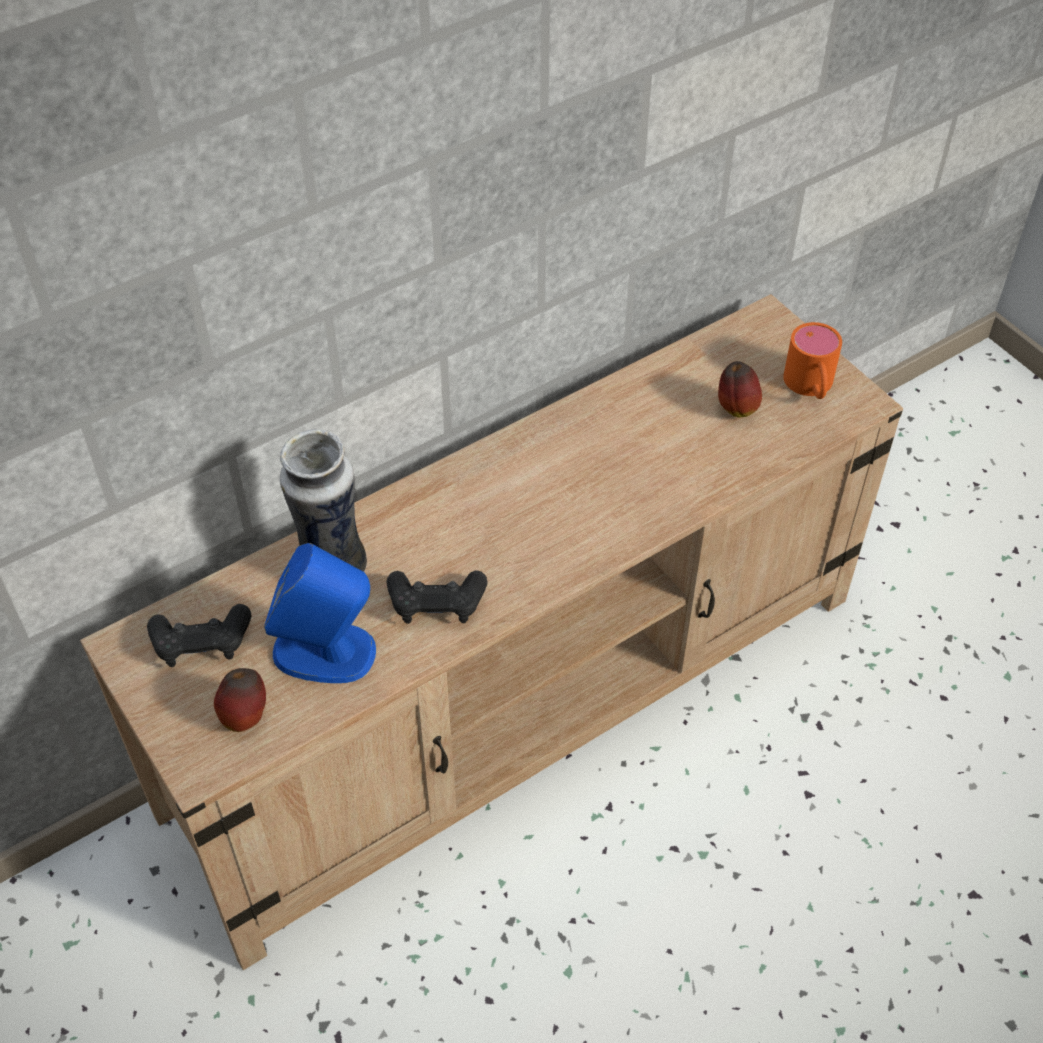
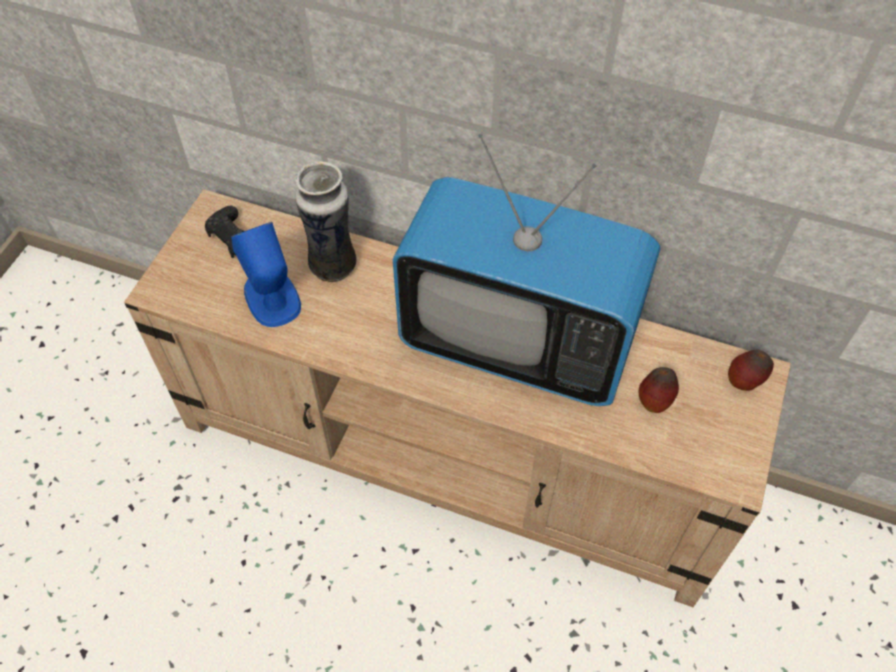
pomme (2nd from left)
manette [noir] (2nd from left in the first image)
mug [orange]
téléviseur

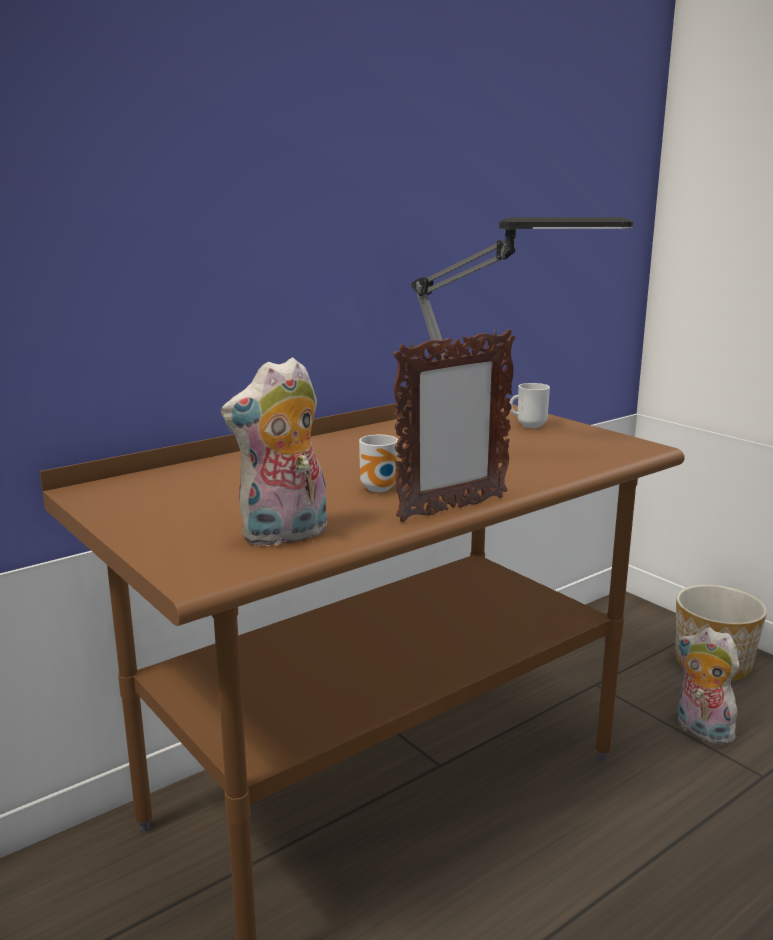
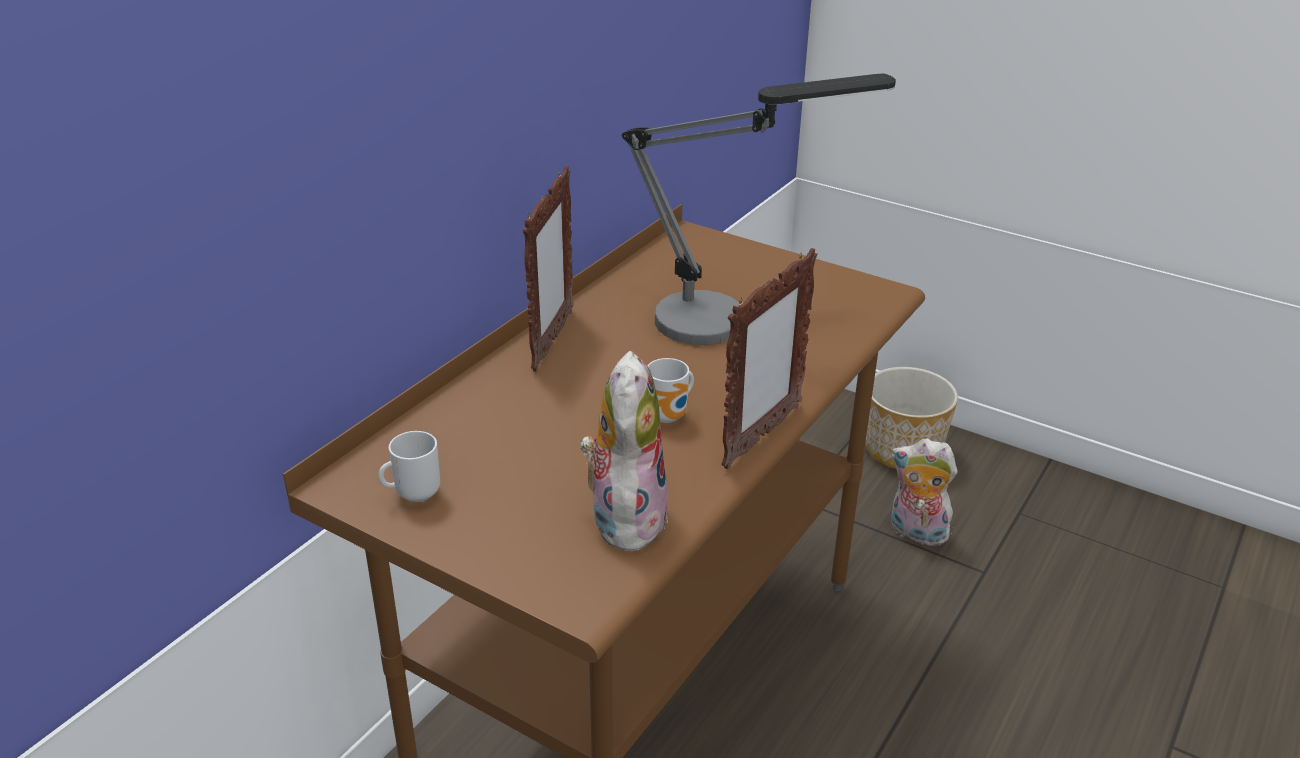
peluche (1st from left)
mug (1st from left)
cadre photo (1st from left)

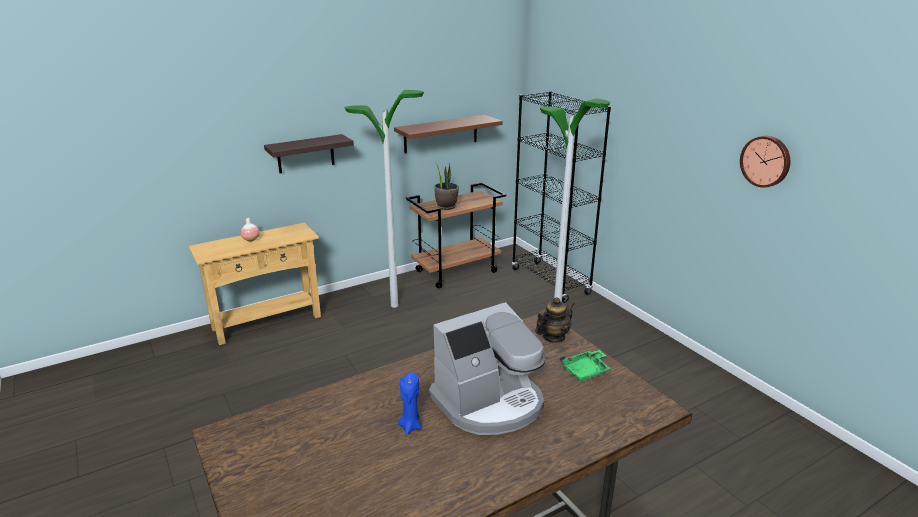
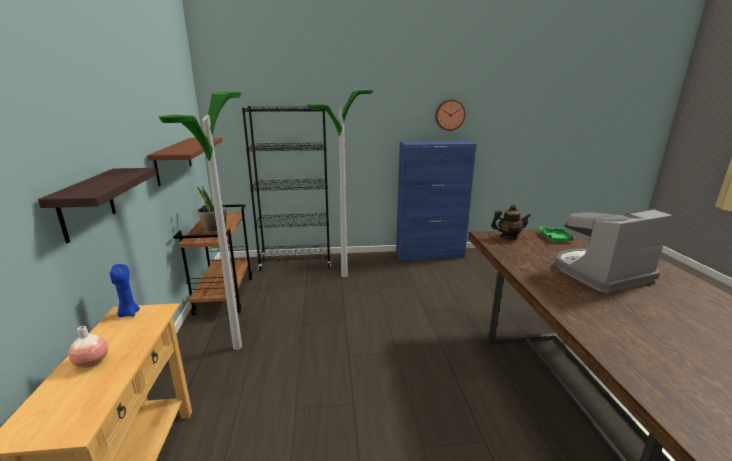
bougie [bleu]
machine à café
théière
meuble de rangement [bleu]

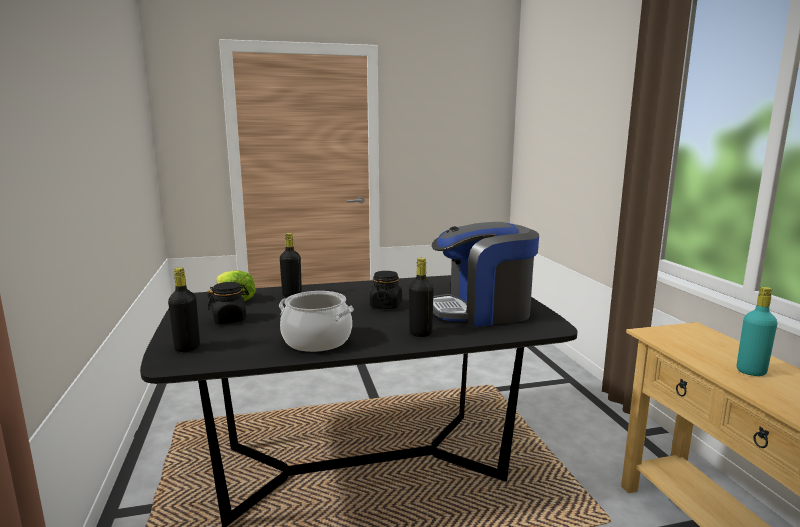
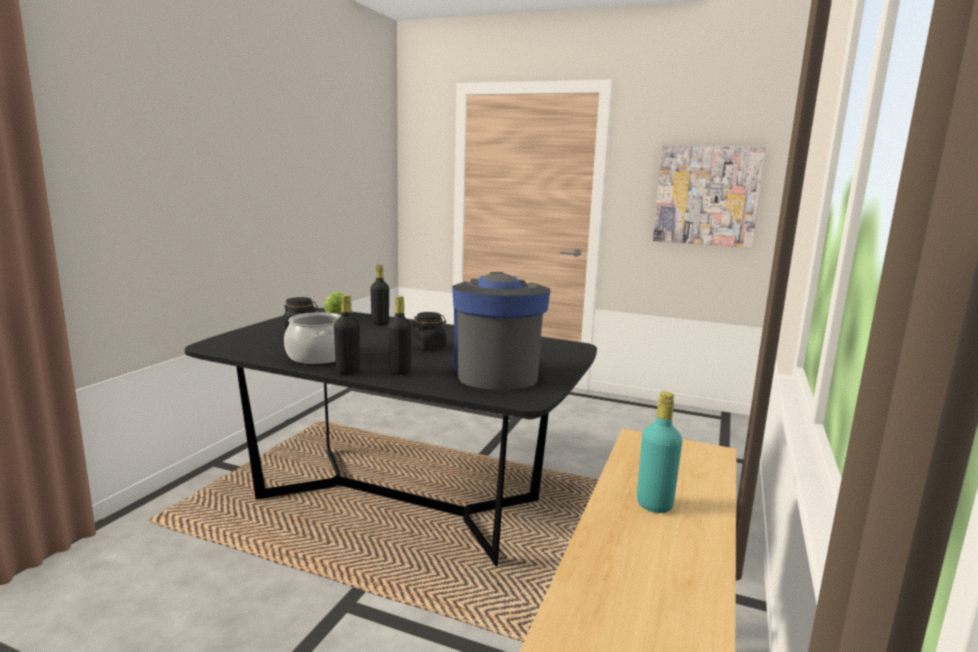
bouteille [noir] (1st from left)
machine à café
tableau

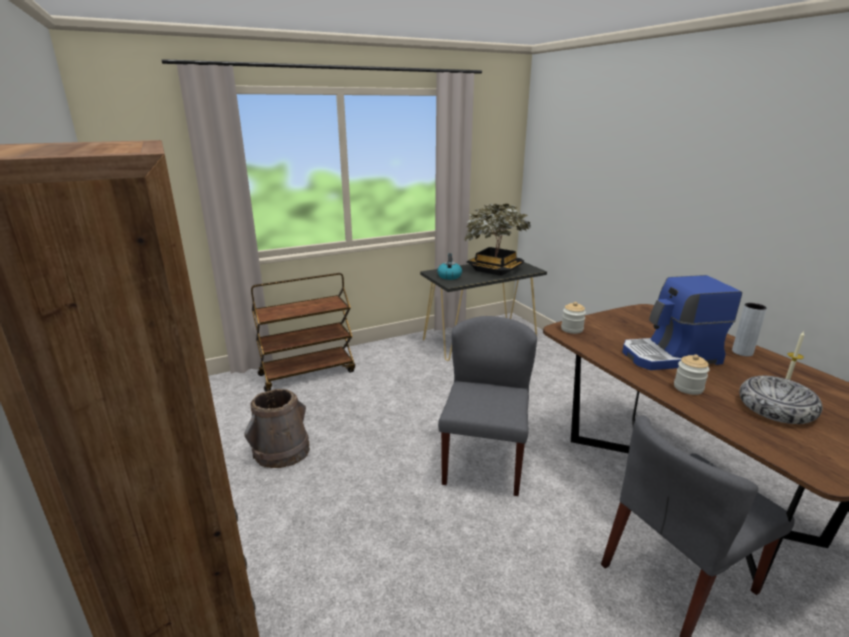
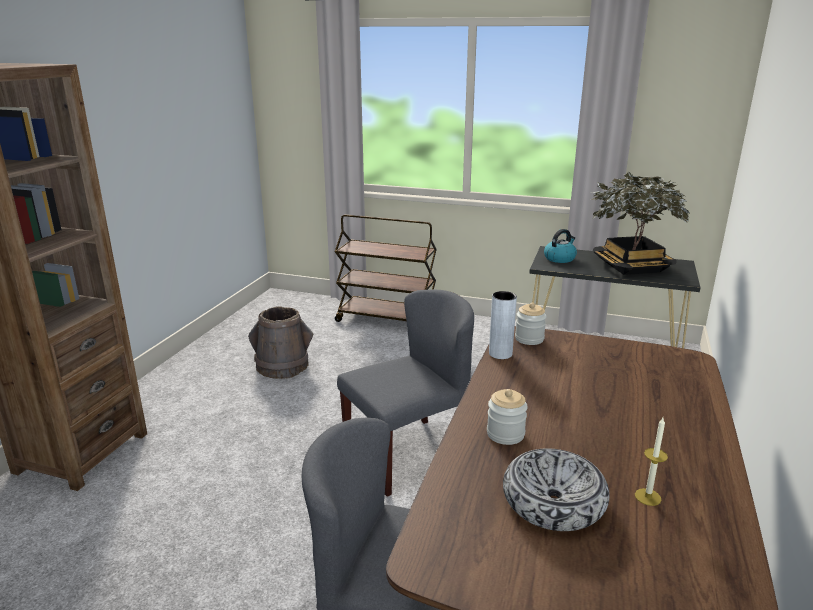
machine à café
vase [gris]

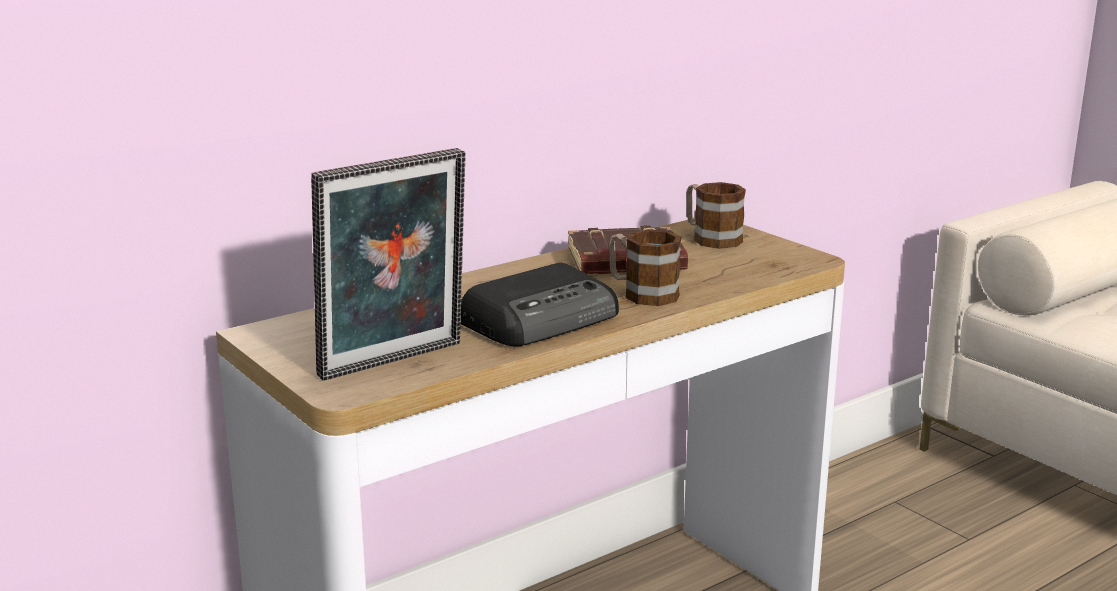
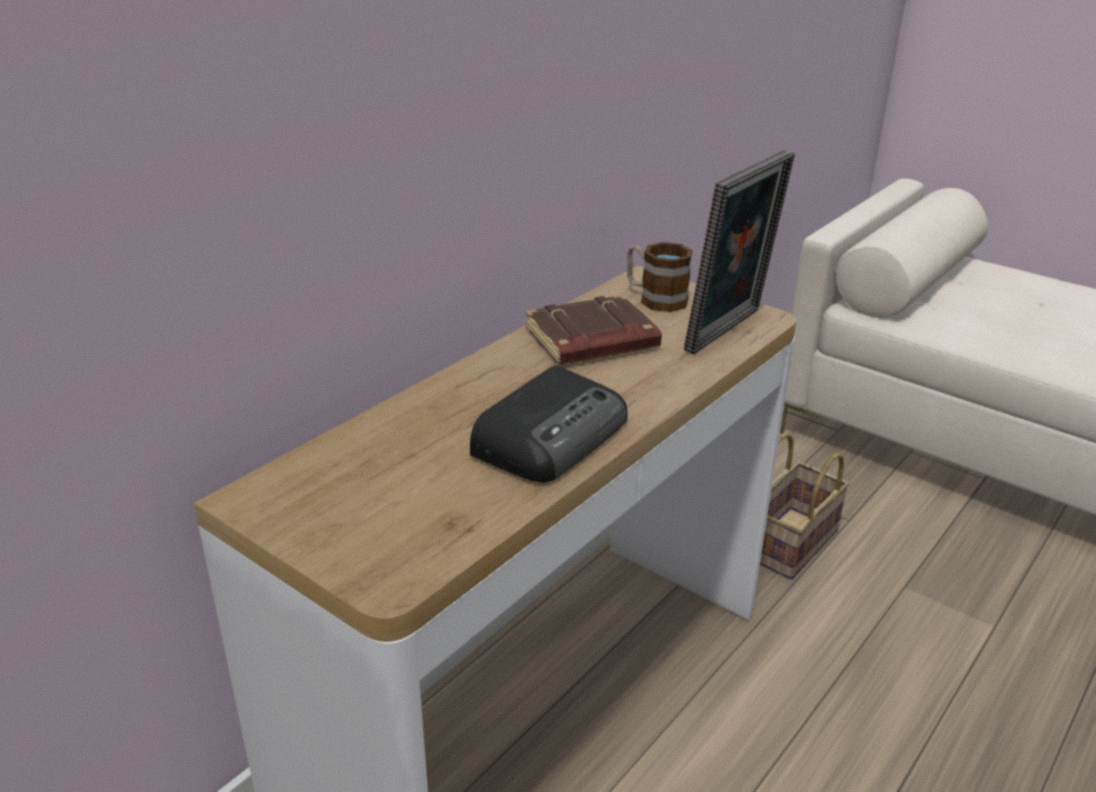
cadre photo
mug (1st from left in the first image)
panier

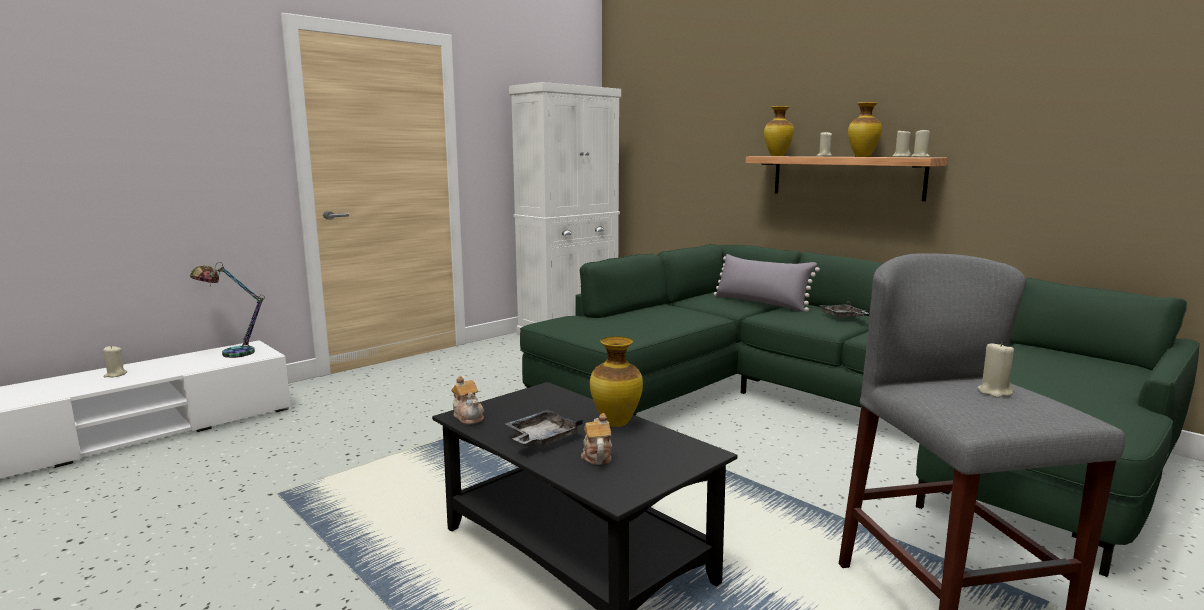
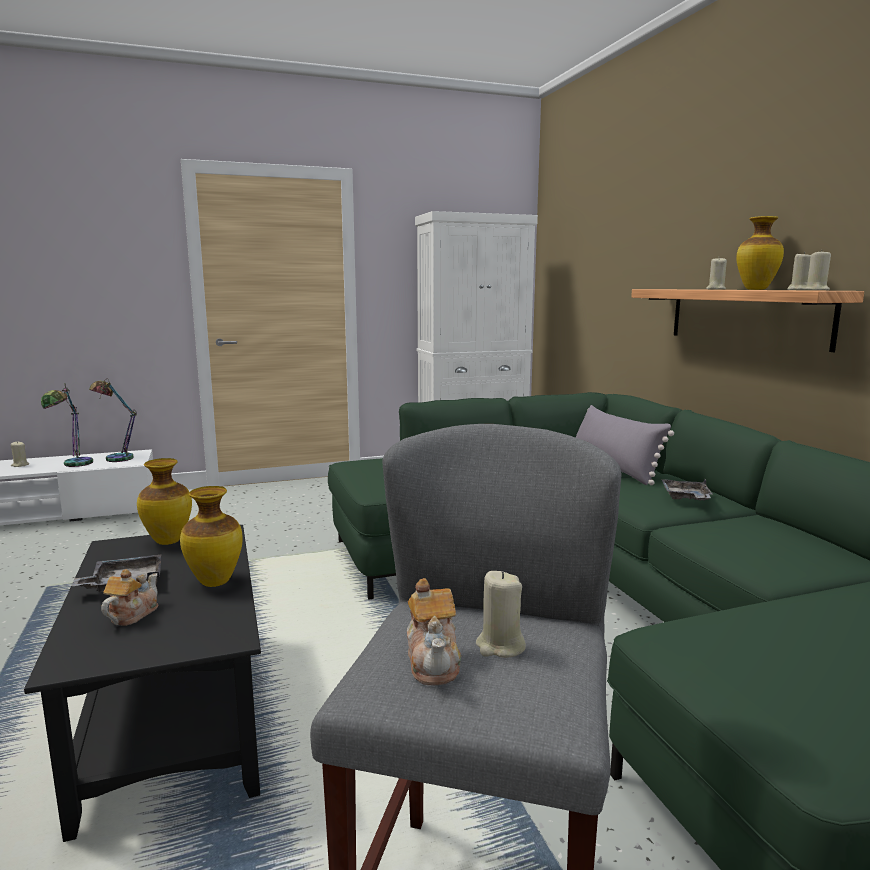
théière (2nd from left)
vase (1st from left)
lampe de table (1st from left)

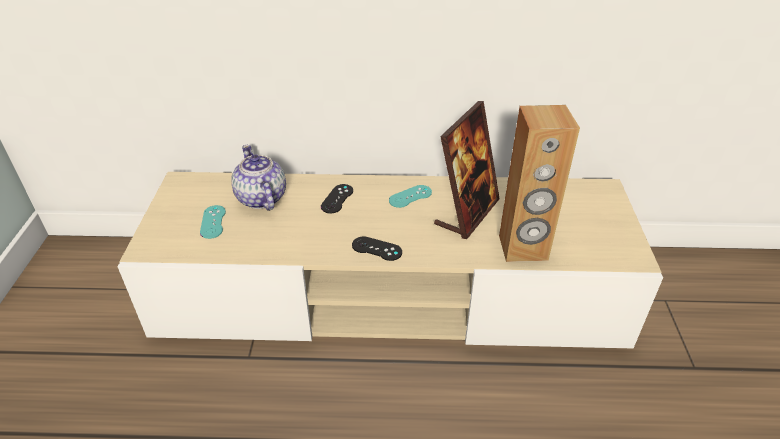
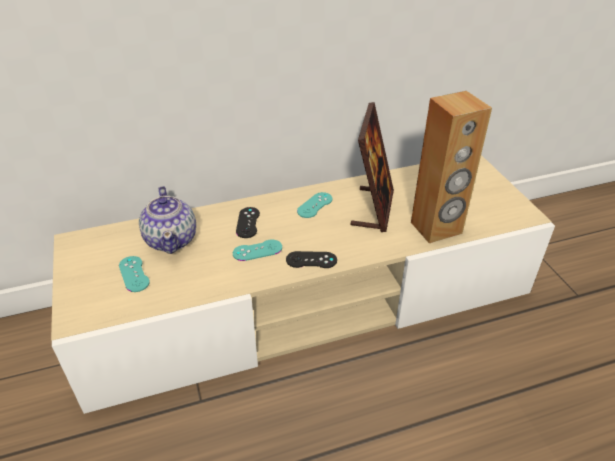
théière
manette [turquoise] (2nd from left)

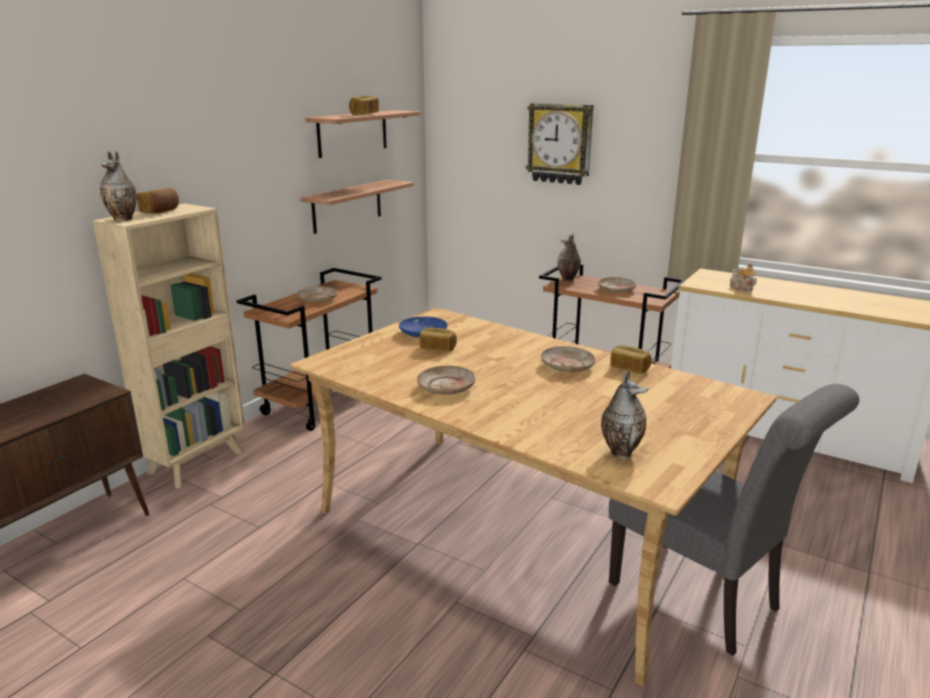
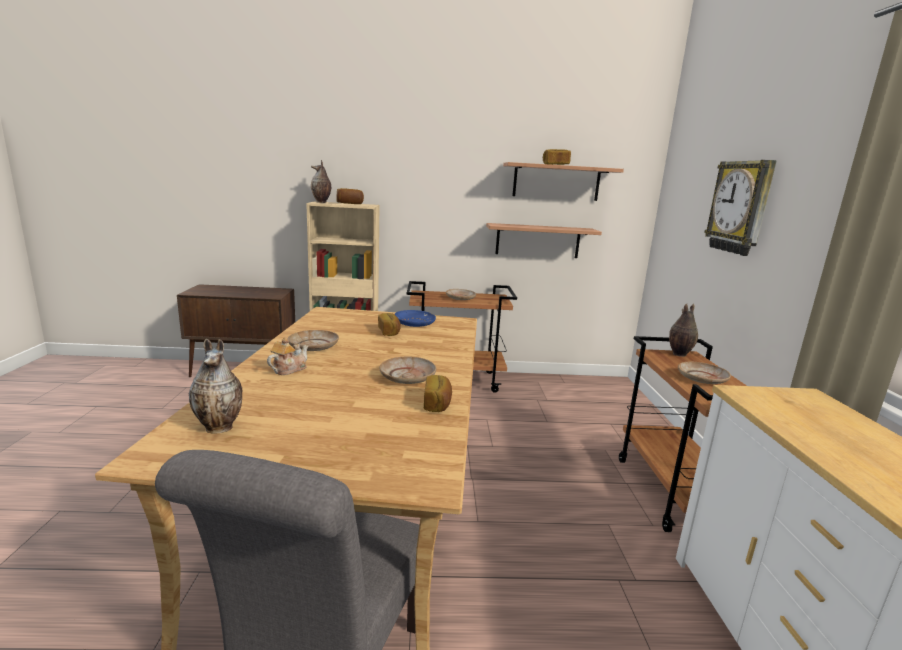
théière

